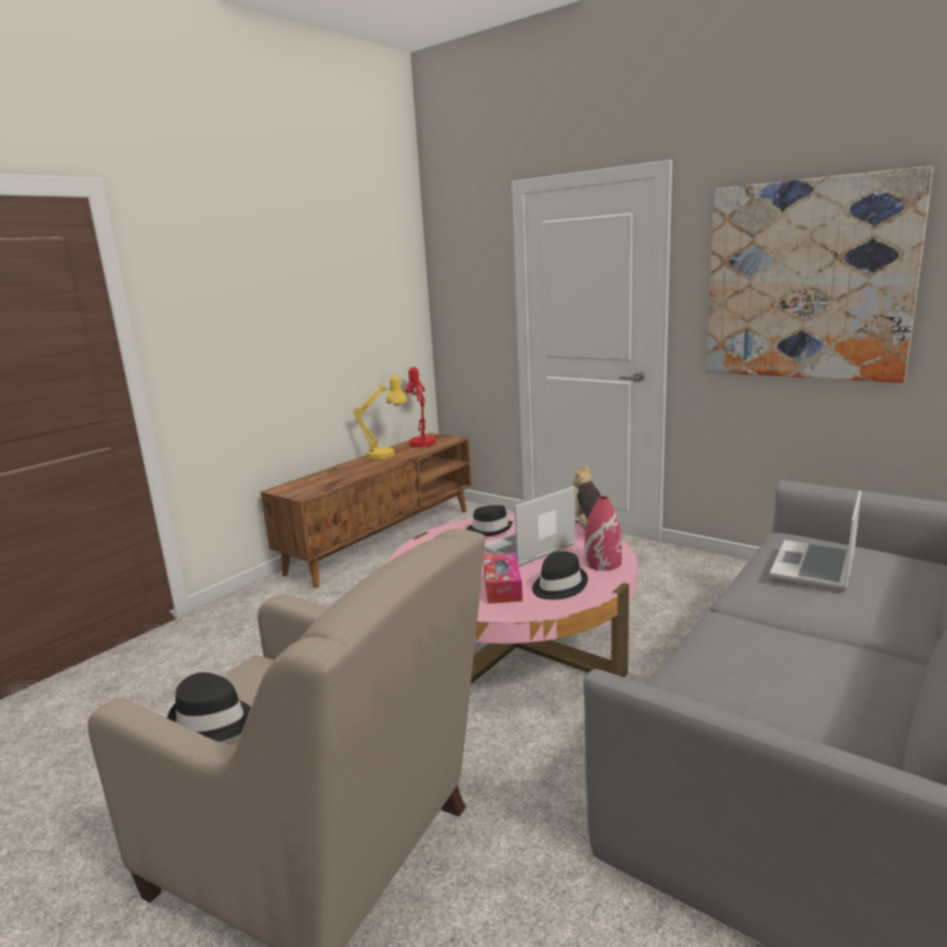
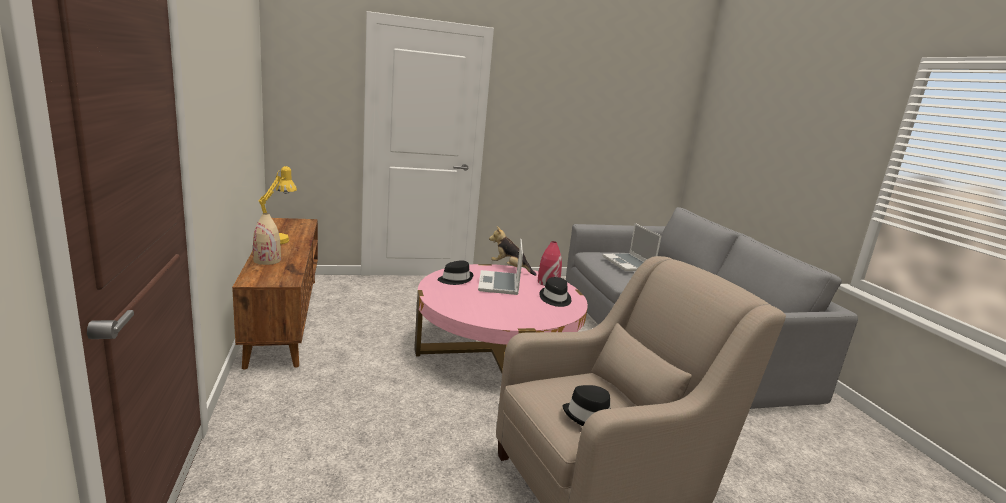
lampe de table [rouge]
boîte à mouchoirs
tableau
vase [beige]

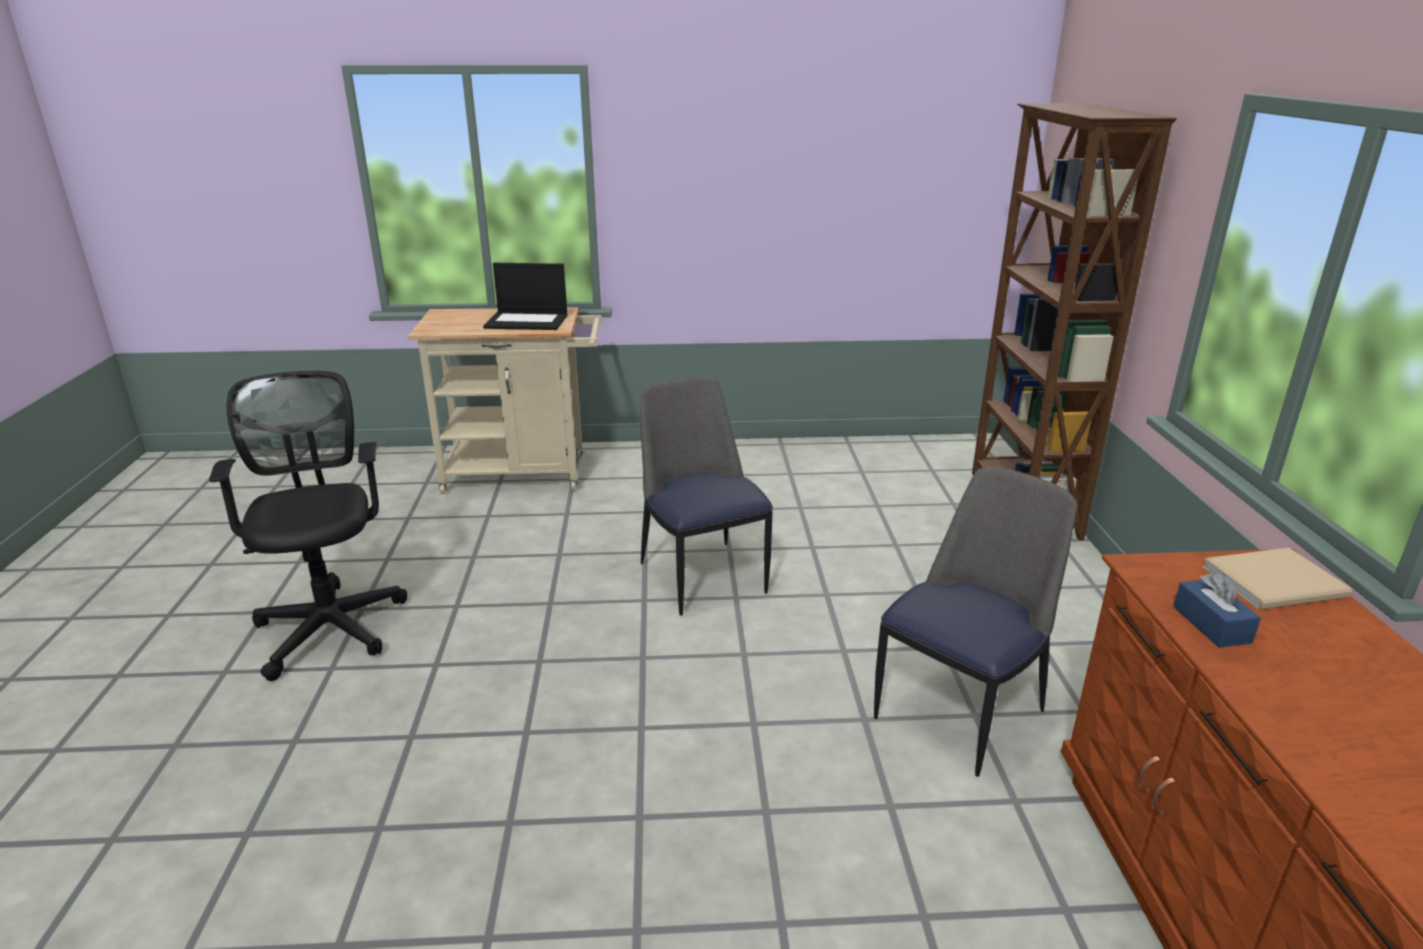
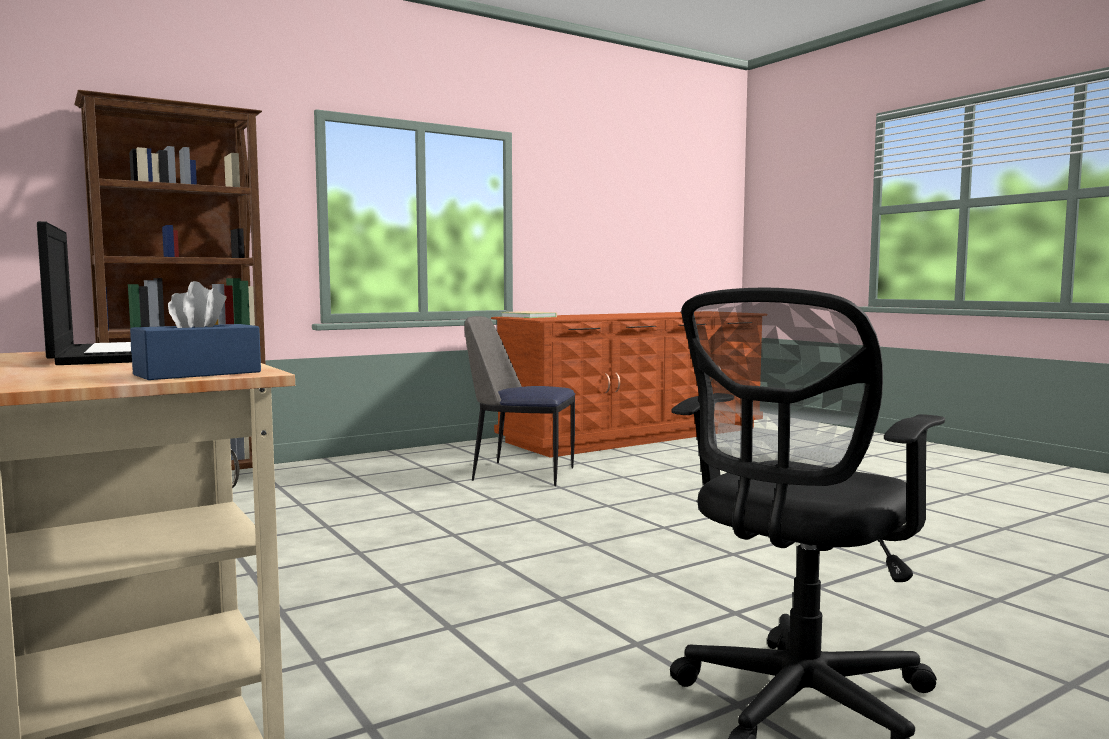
chaise (1st from left in the first image)
boîte à mouchoirs [bleu]

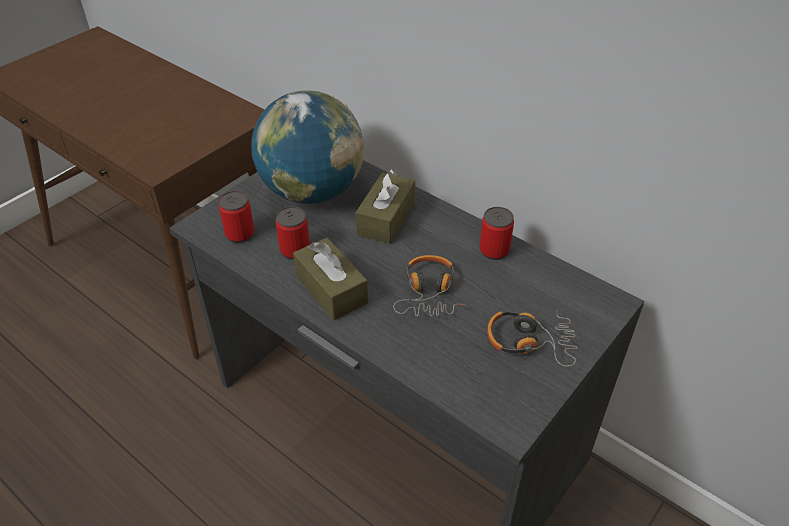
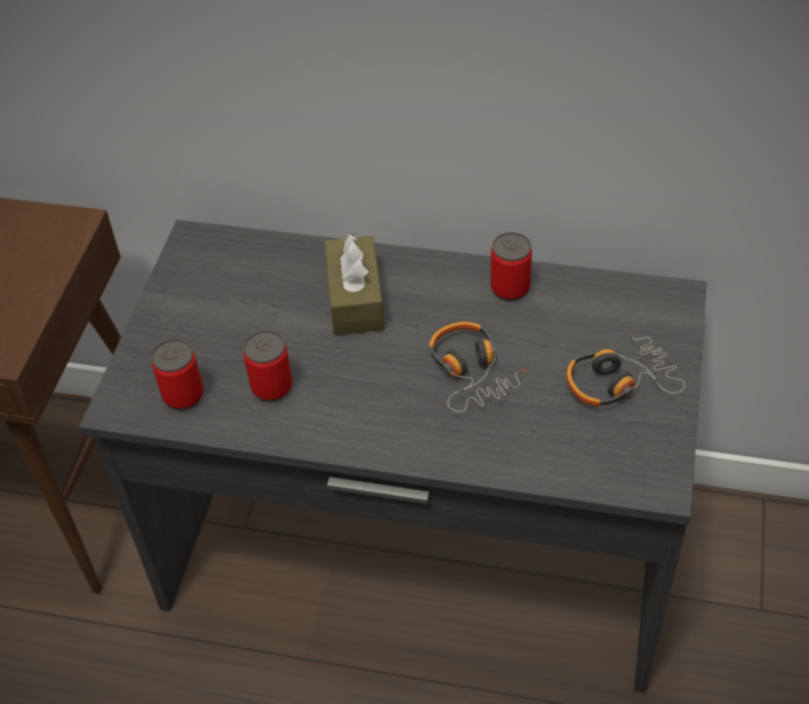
globe
boîte à mouchoirs [marron] (1st from left in the first image)

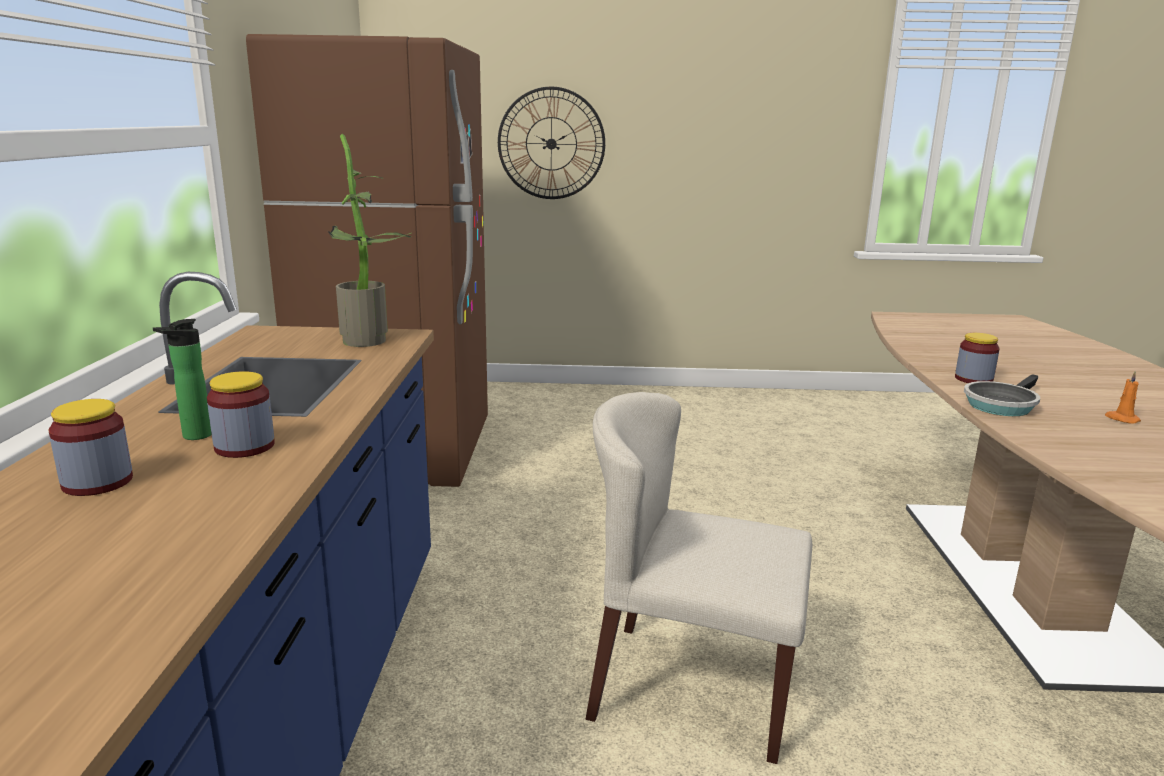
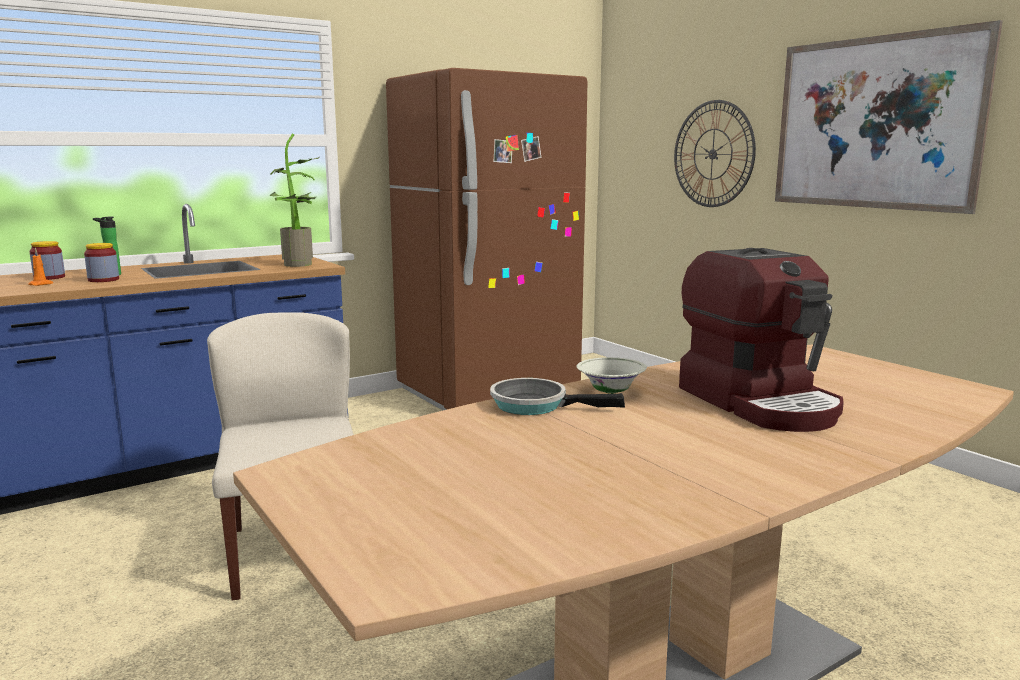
bol [blanc]
bougie [orange]
machine à café
tableau

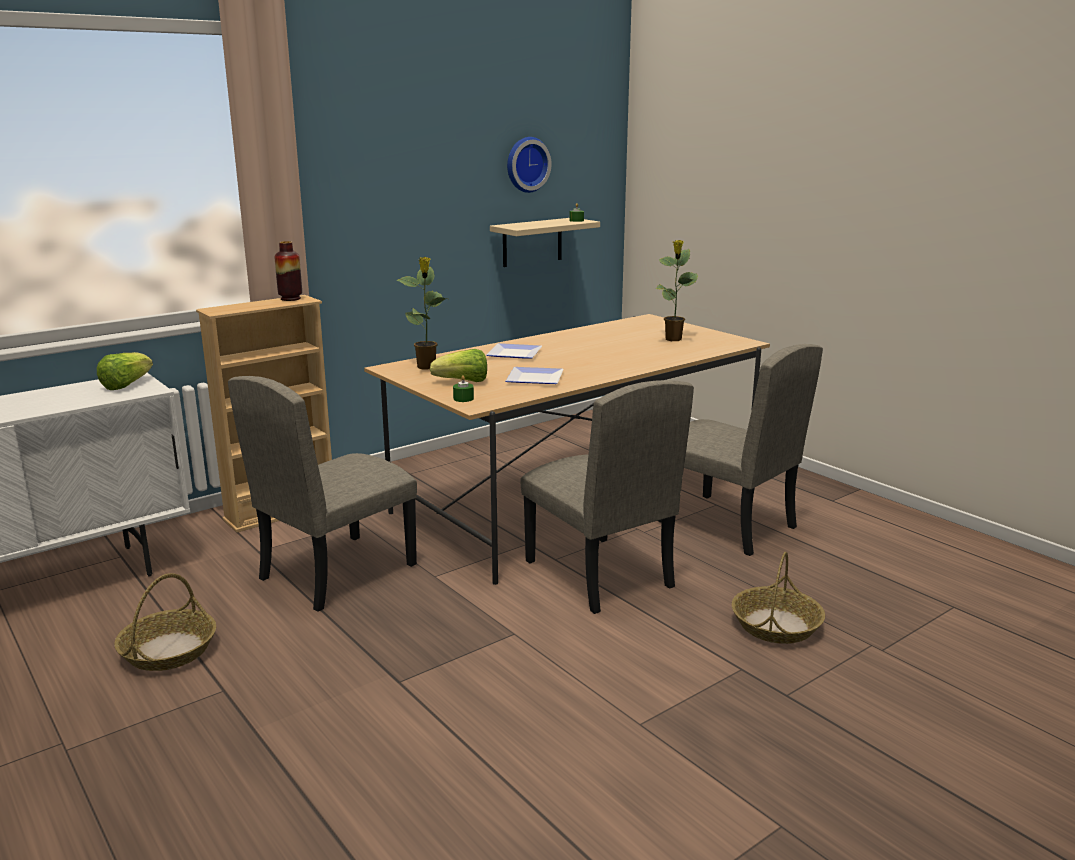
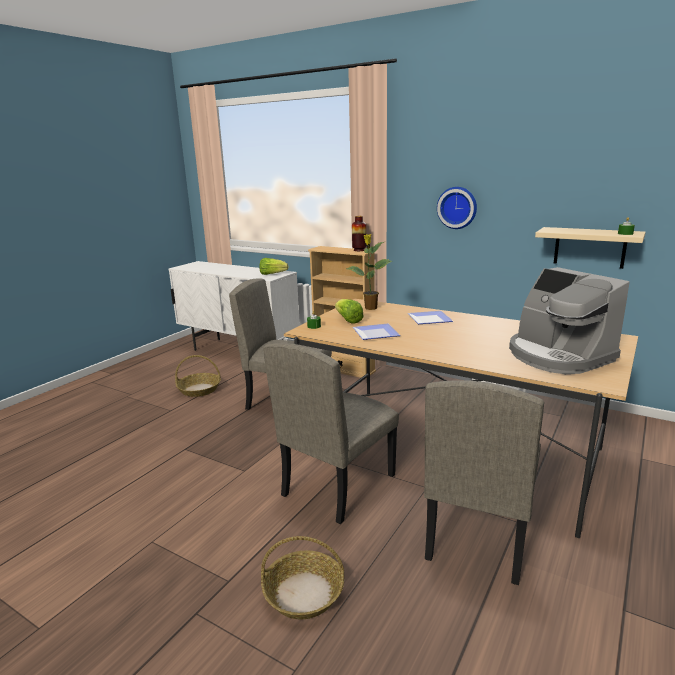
horloge murale
machine à café

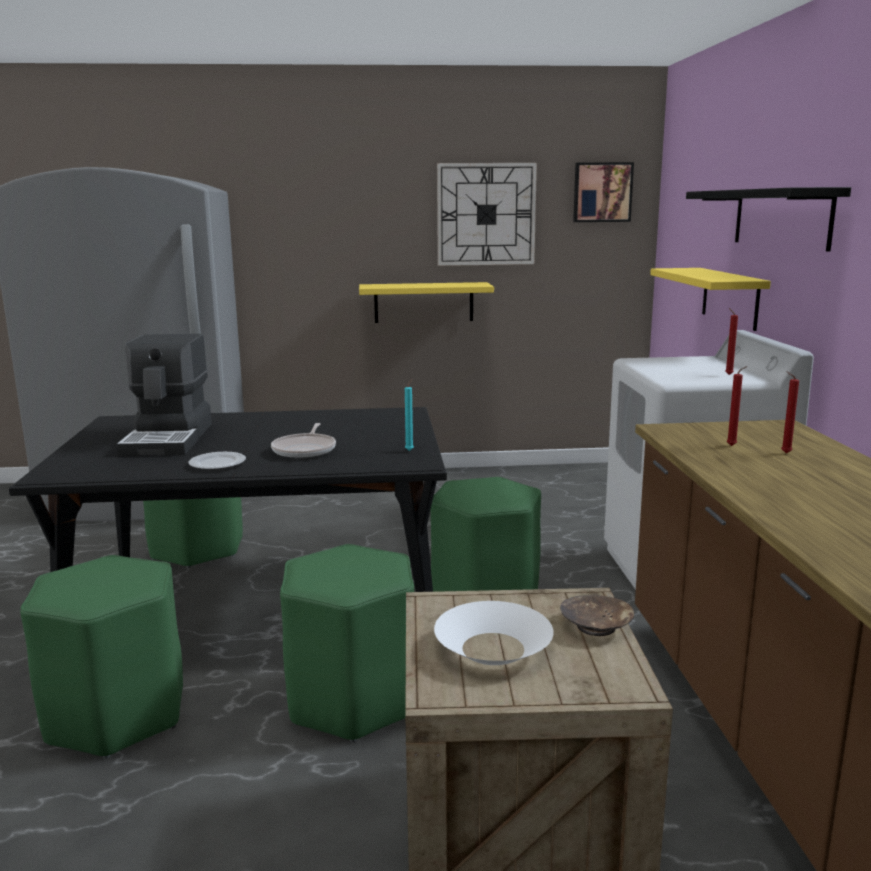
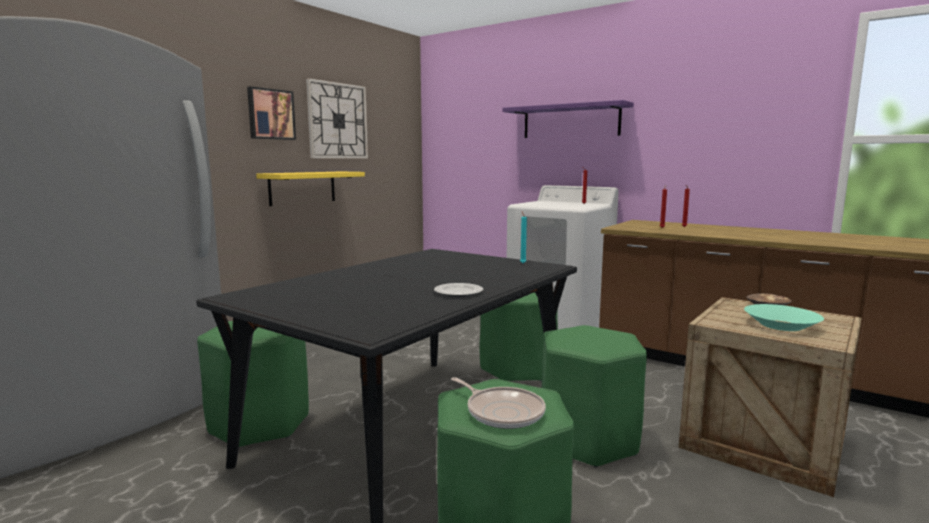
machine à café
poêle
bol [turquoise]
tableau
étagère [jaune] (2nd from left in the first image)
étagère [violet]

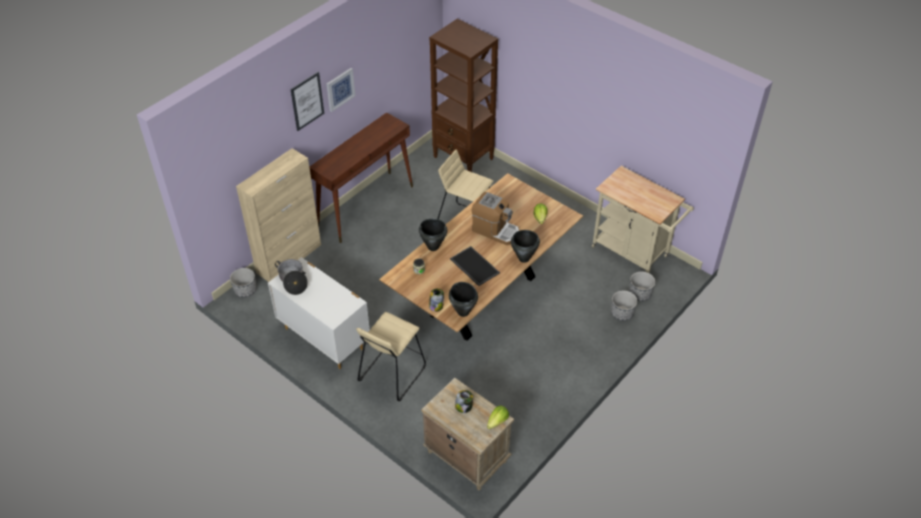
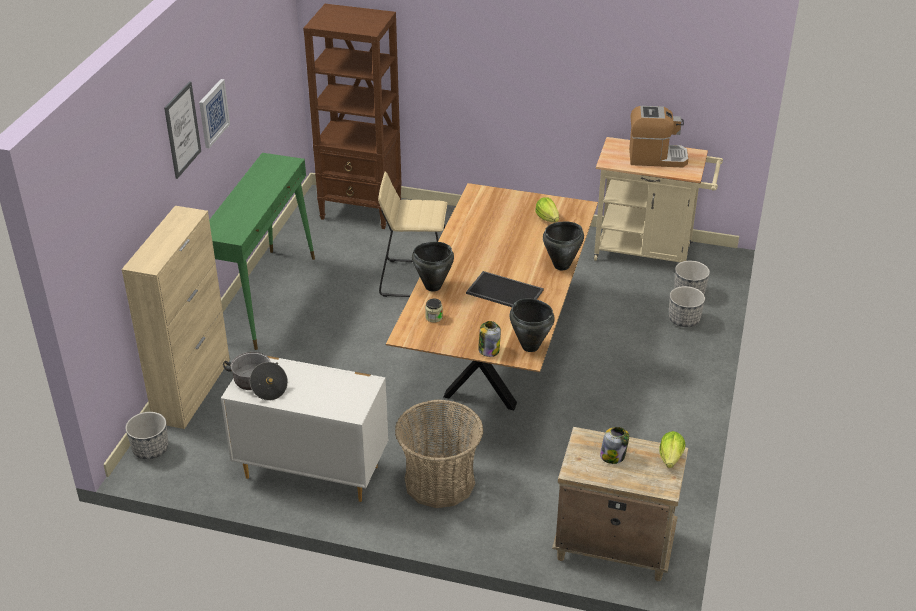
table console [vert]
panier
machine à café

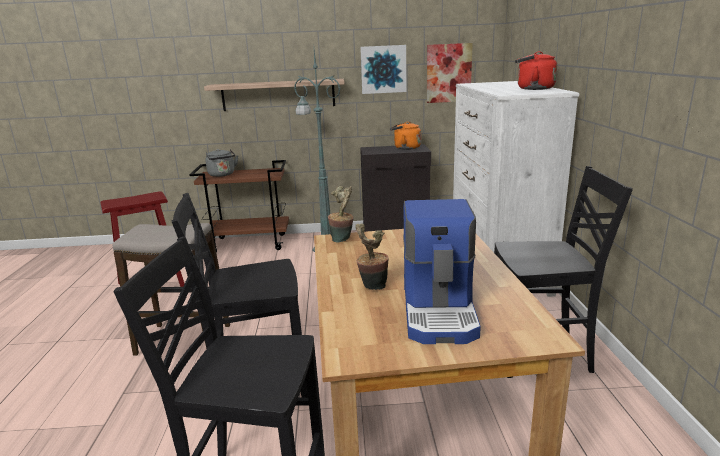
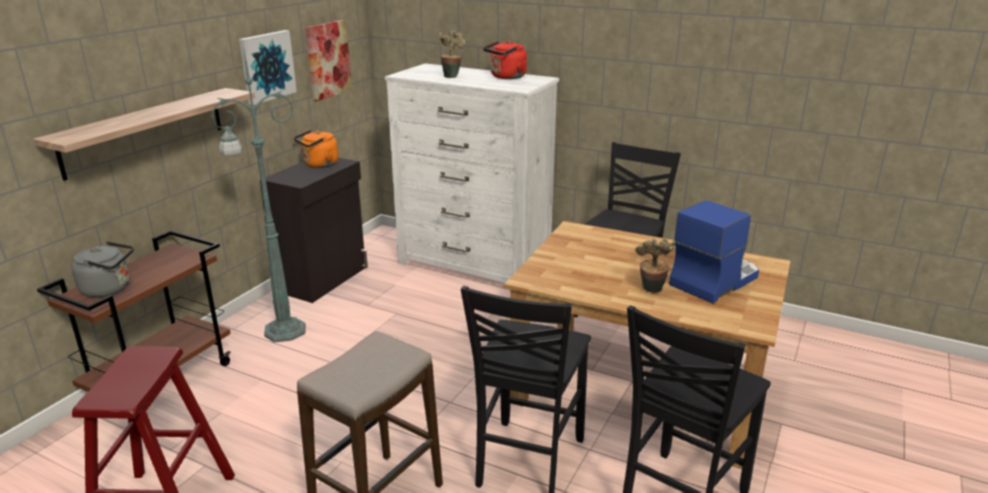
plante en pot (1st from left)
machine à café

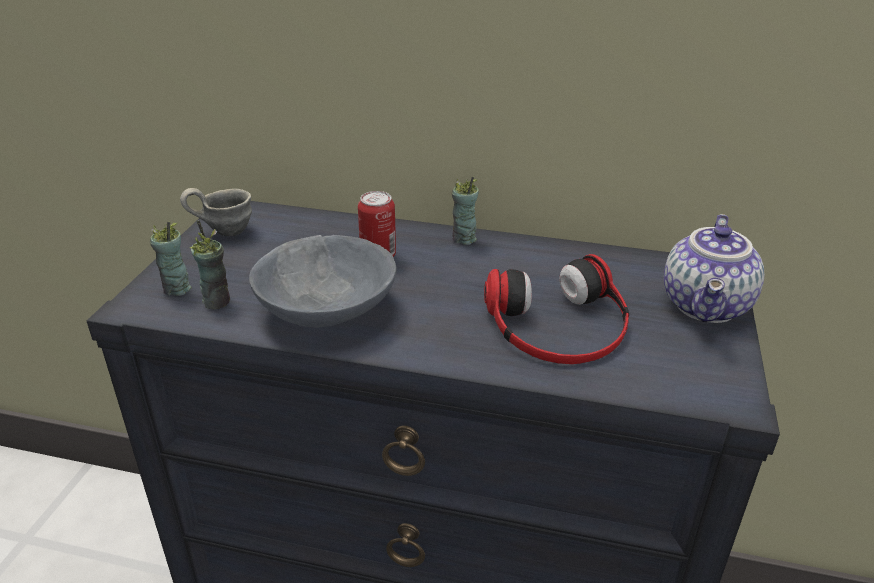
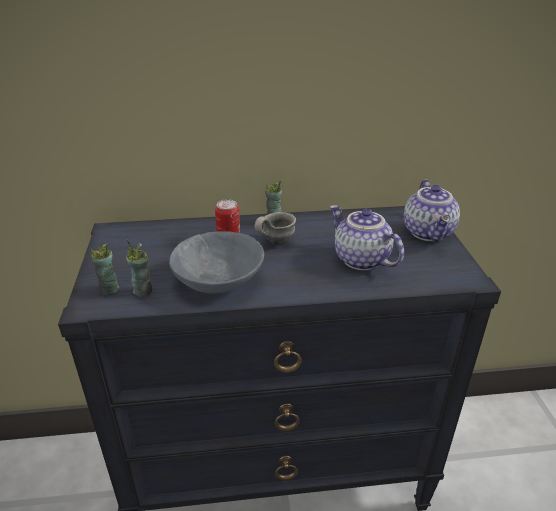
mug [gris]
théière (1st from left)

